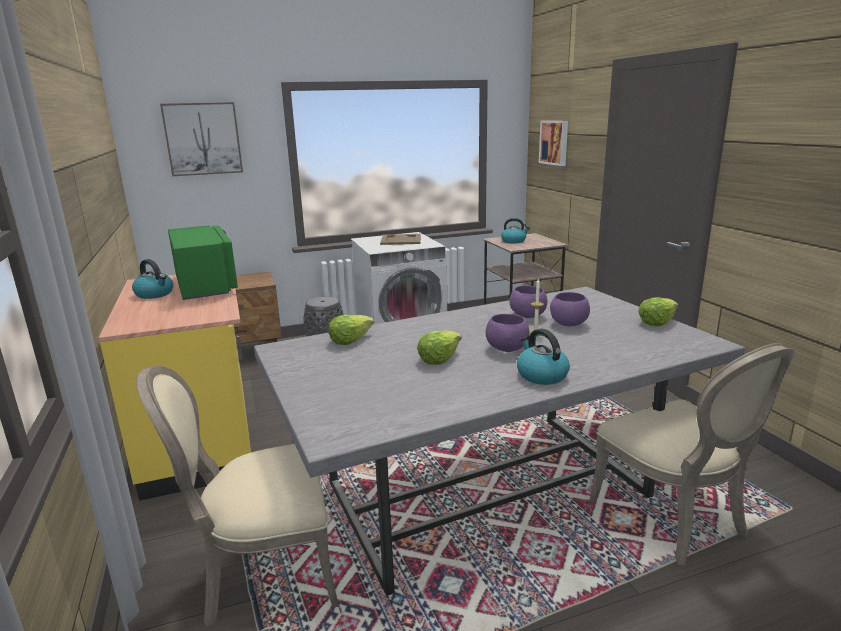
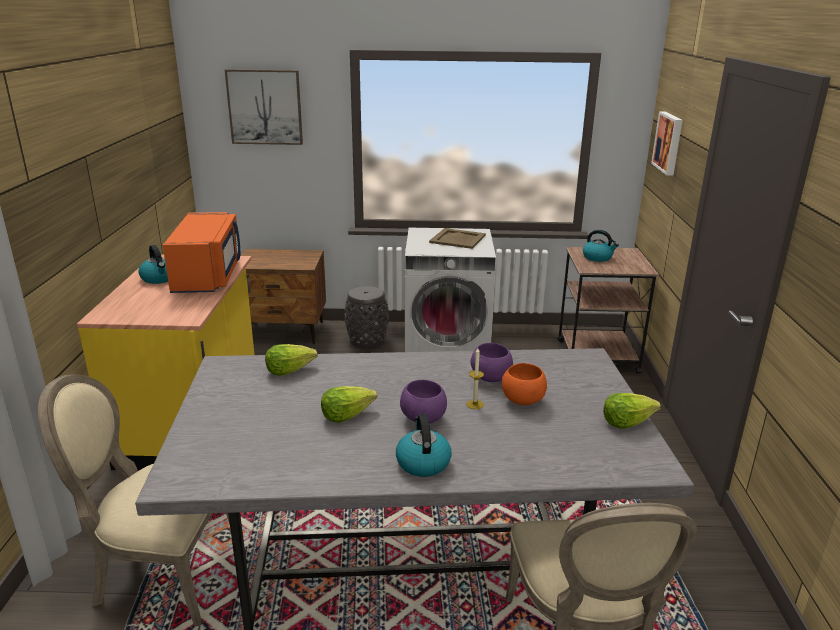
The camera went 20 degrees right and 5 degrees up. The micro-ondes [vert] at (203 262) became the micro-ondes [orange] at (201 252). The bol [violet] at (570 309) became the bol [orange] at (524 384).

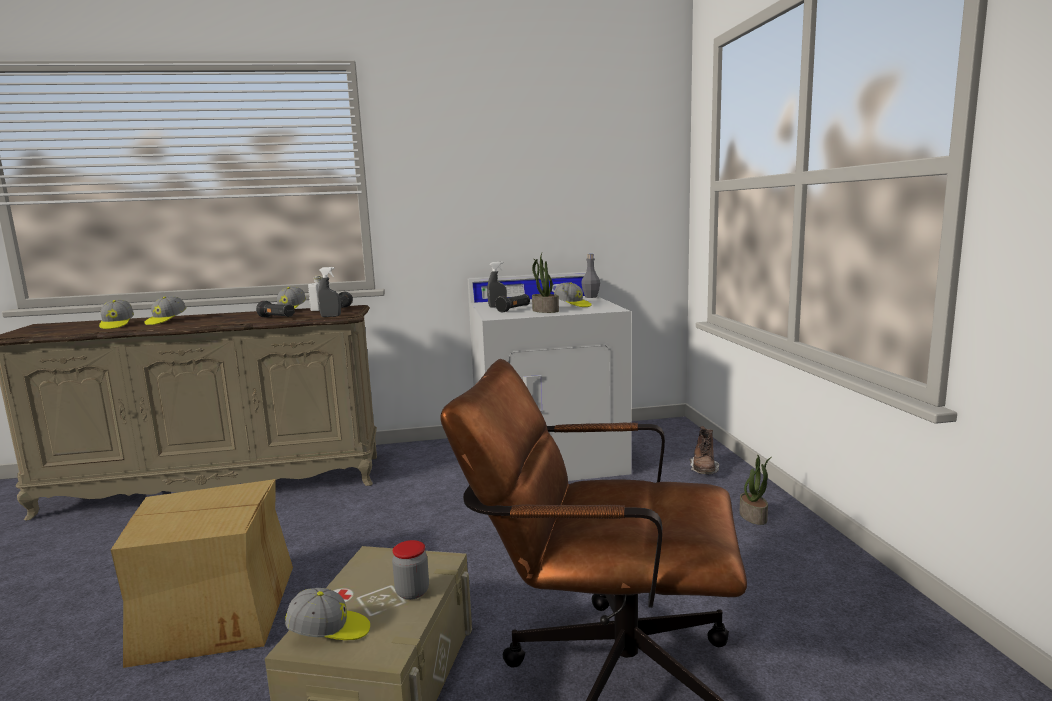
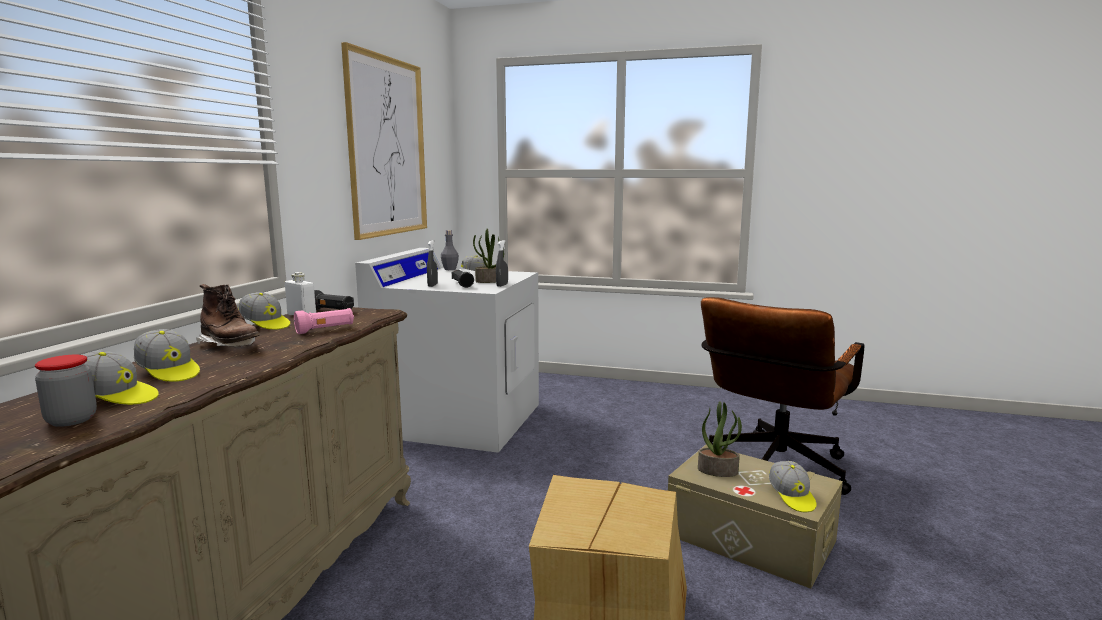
The camera went 65 degrees left and 0 degrees up. The tableau at (384 141) appeared. The vaporisateur [gris] moved from (329 292) to (502 263). The bocal moved from (410 570) to (66 391). The botte [marron] moved from (704 450) to (228 315). The plante en pot moved from (756 489) to (720 439). The lampe de poche [noir] at (275 309) became the lampe de poche [rose] at (324 321). The casquette at (327 614) turned 150 degrees clockwise.

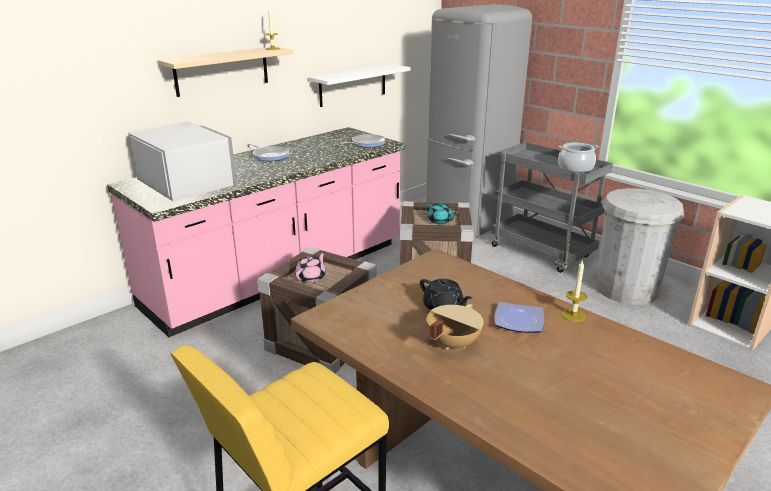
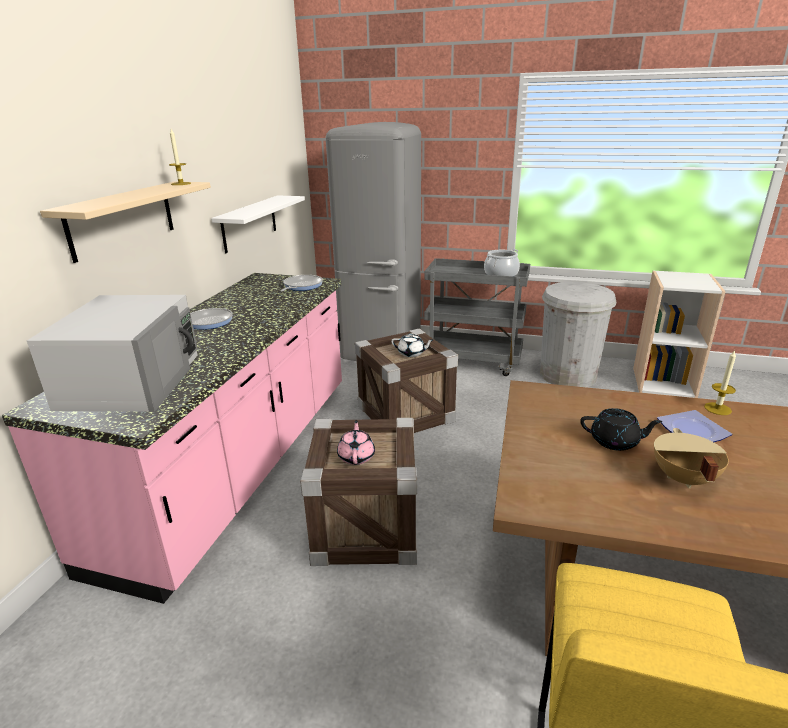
The camera went 30 degrees left and 0 degrees up. The théière [turquoise] at (441 213) became the théière [blanc] at (412 345). The micro-ondes [blanc] at (183 161) turned 75 degrees clockwise.

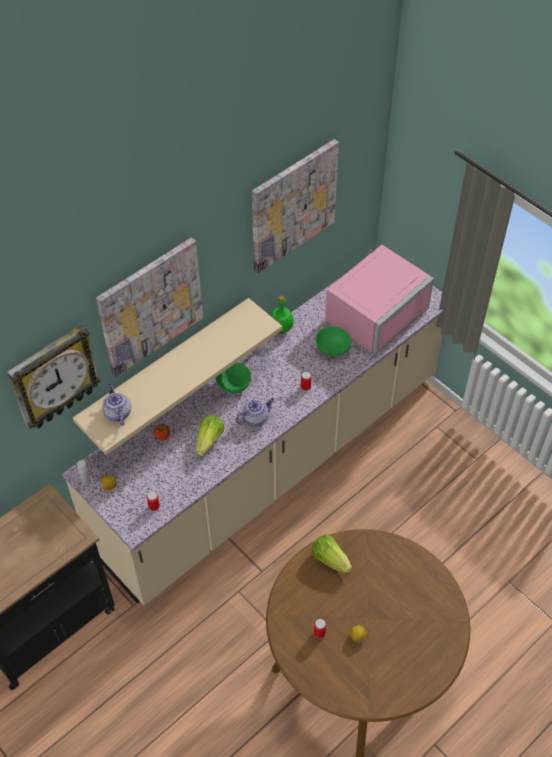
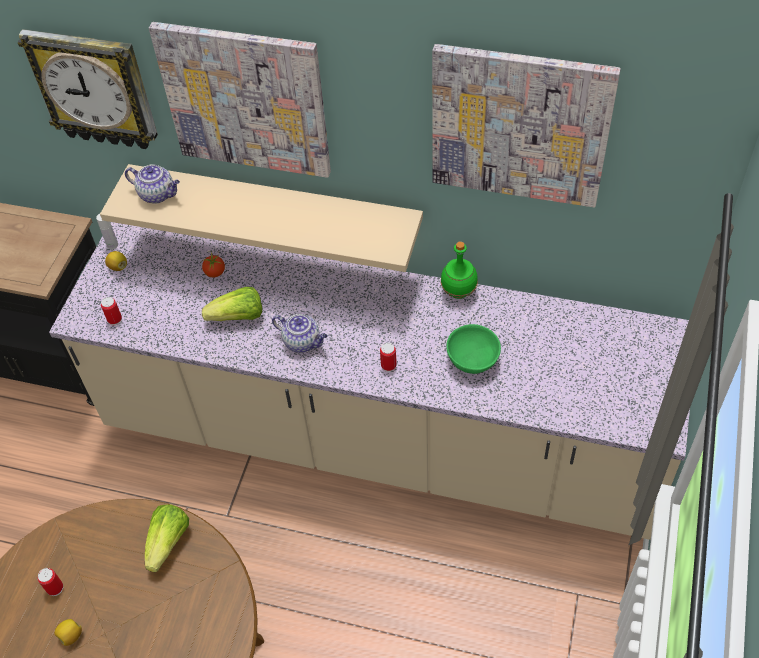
The camera went 60 degrees right and 0 degrees up. The bol [vert] at (233 377) disappeared. The micro-ondes [rose] at (378 300) disappeared. The théière at (116 405) turned 75 degrees clockwise.

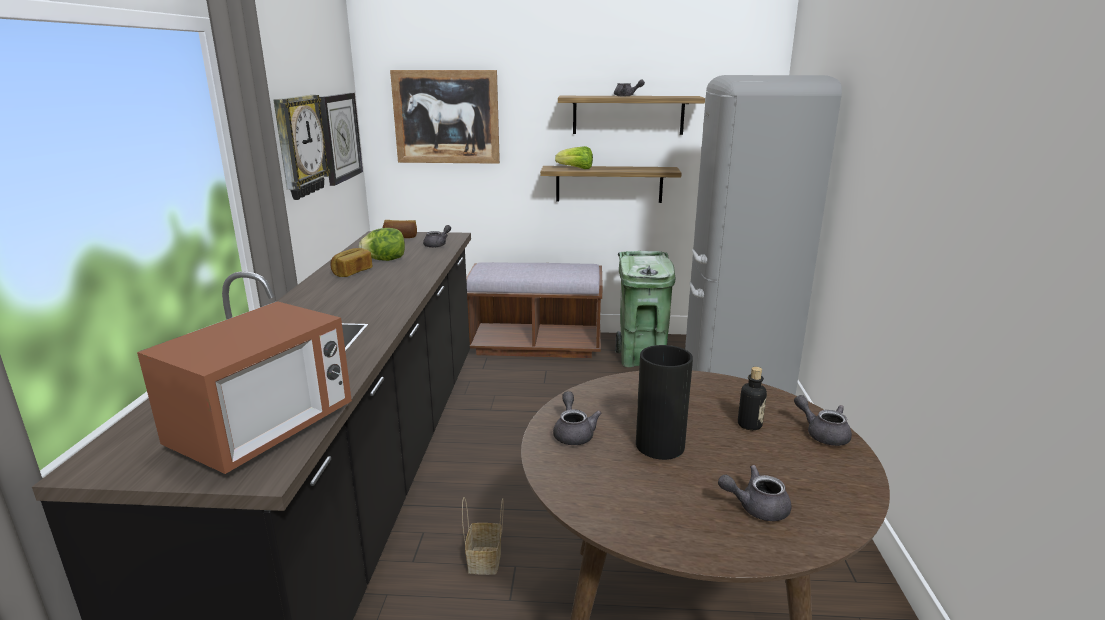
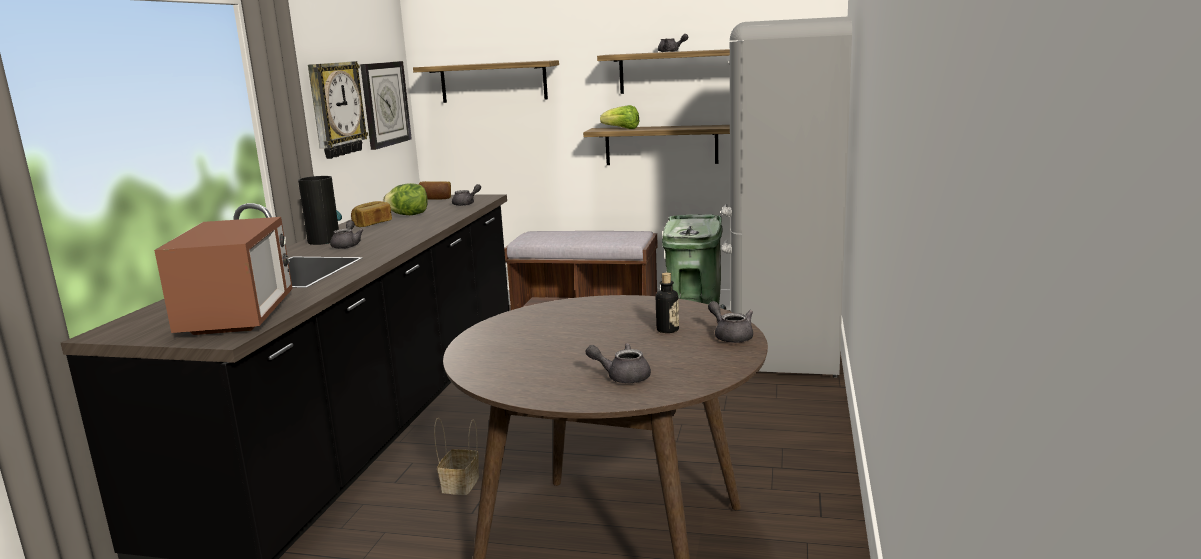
The camera went 10 degrees right and 5 degrees down. The théière [gris] moved from (577 418) to (347 234). The vase moved from (664 402) to (320 210). The tableau at (445 117) was replaced by the étagère at (486 81). The micro-ondes at (244 387) turned 45 degrees counterclockwise.

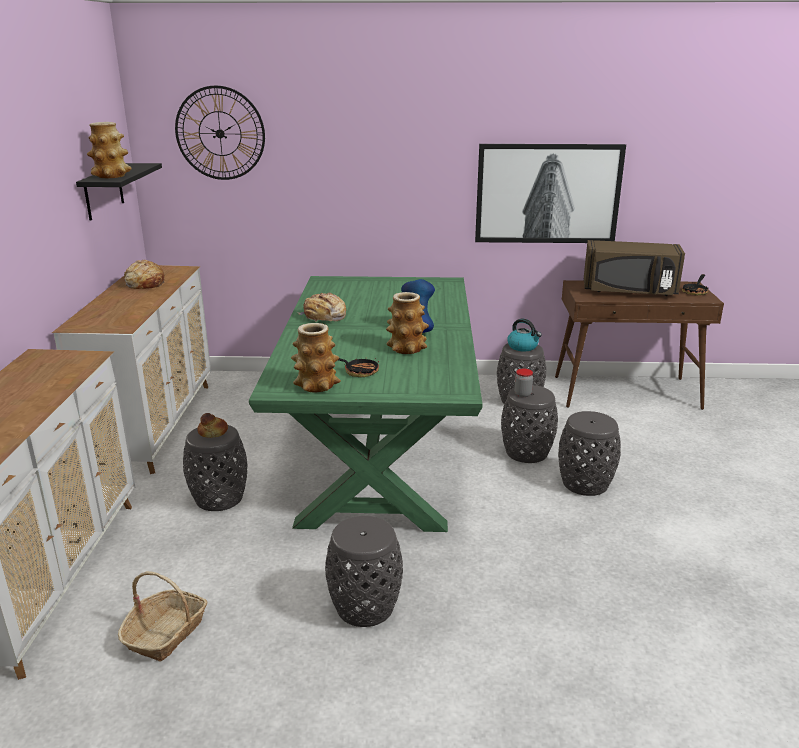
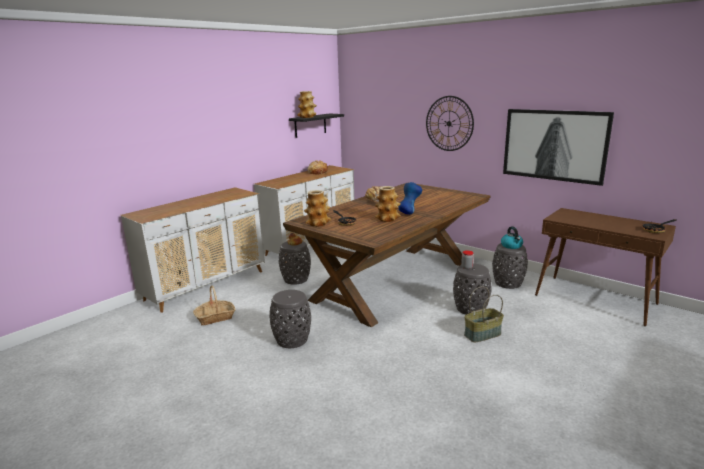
The camera went 40 degrees right and 5 degrees down. The micro-ondes [marron] at (634 268) disappeared. The horloge murale moved from (220 133) to (450 123). The tabouret [gris] at (589 453) was replaced by the panier at (484 314). The table à manger [vert] at (366 404) became the table à manger [marron] at (387 255).

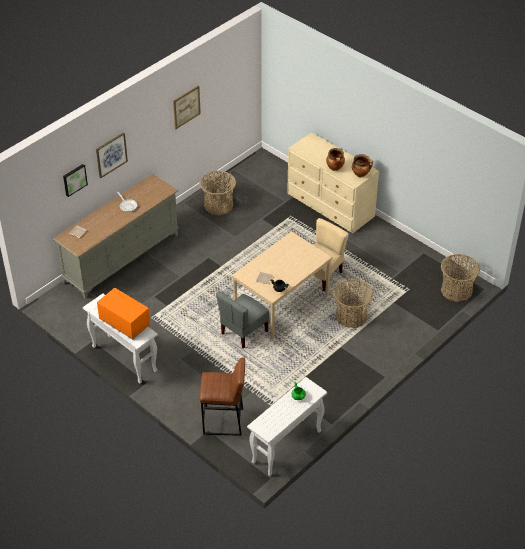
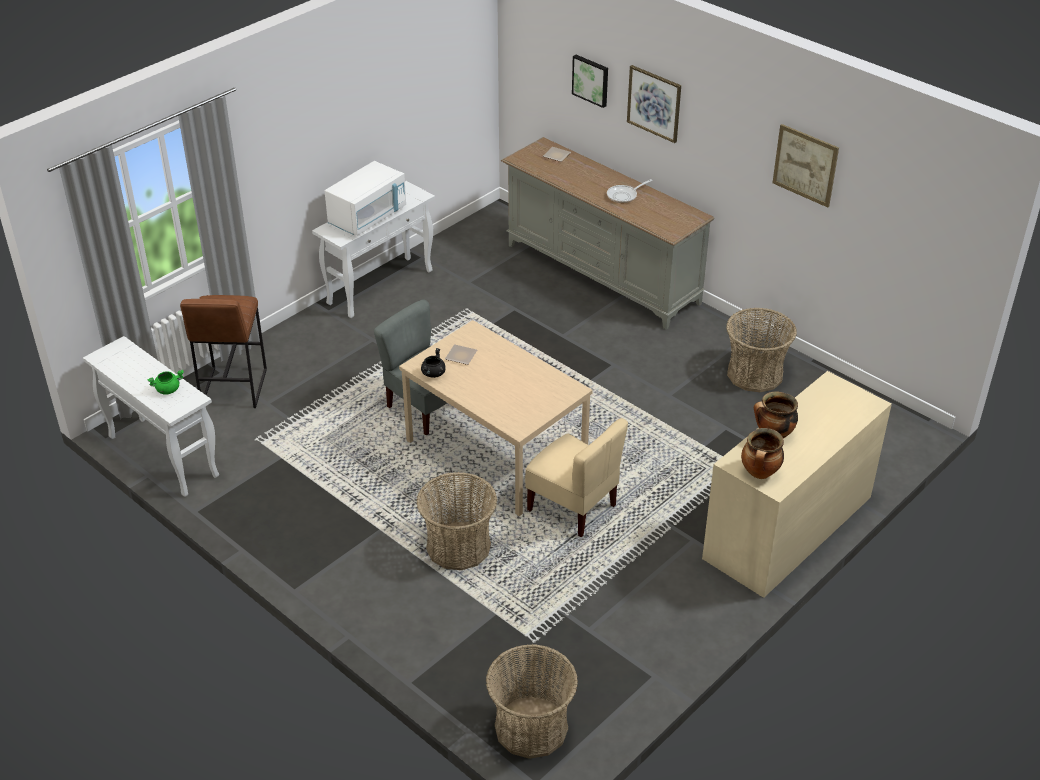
The camera went 90 degrees right and 5 degrees down. The micro-ondes [orange] at (123 313) became the micro-ondes [blanc] at (365 198).

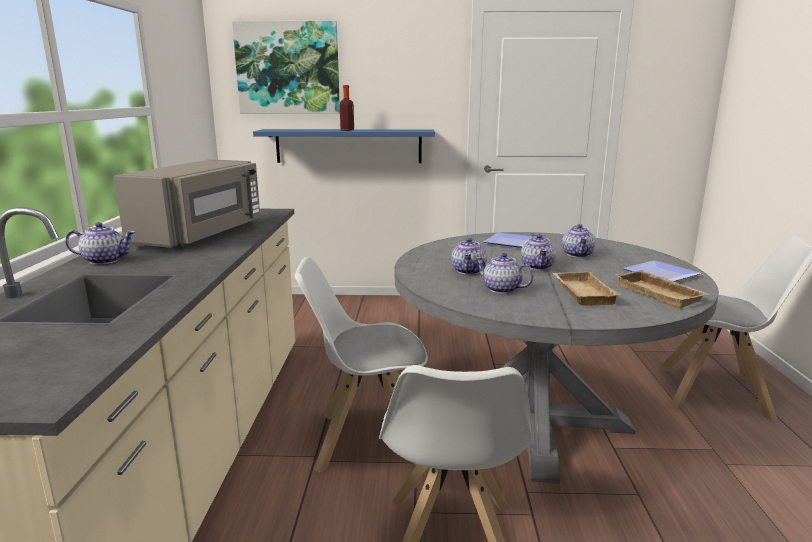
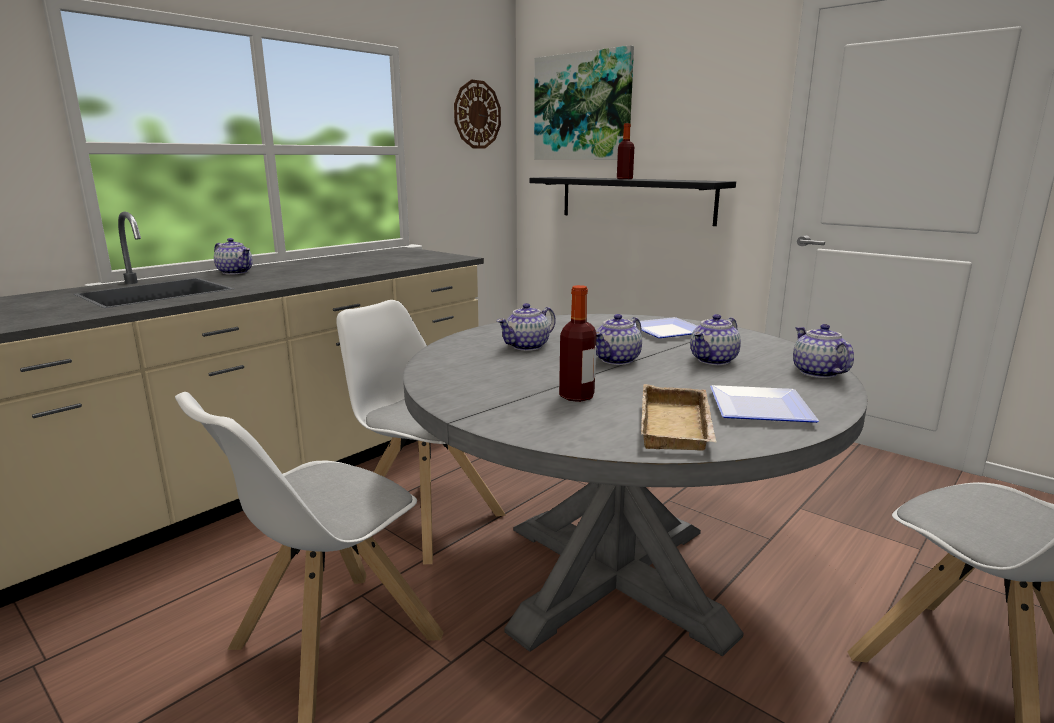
The camera went 40 degrees right and 0 degrees up. The micro-ondes [gris] at (186 203) disappeared. The horloge murale at (477 114) appeared. The théière moved from (504 273) to (823 351). The plateau [beige] at (586 288) was replaced by the bouteille at (578 343). The étagère [bleu] at (344 146) became the étagère [noir] at (633 201).

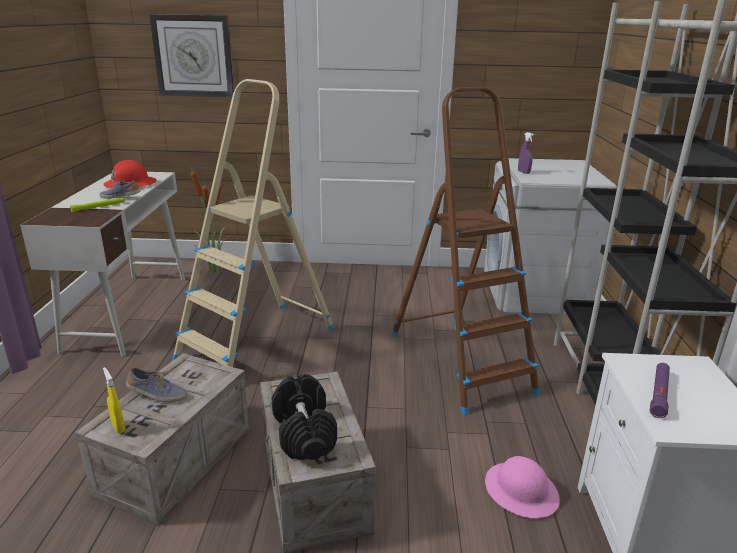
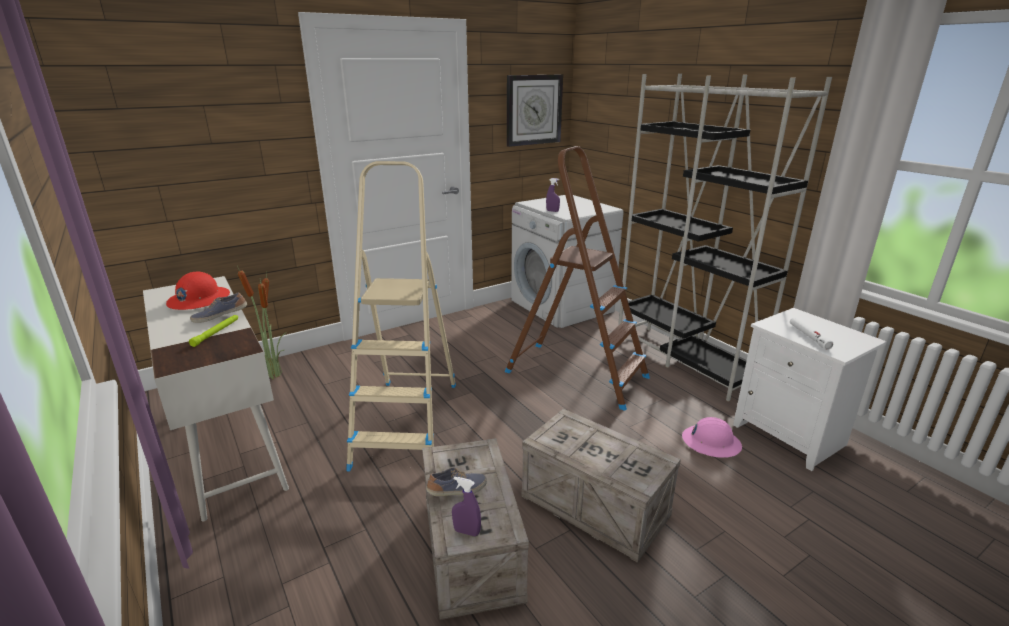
The camera went 35 degrees left and 0 degrees up. The haltère [noir] at (304 417) disappeared. The horloge murale moved from (191 55) to (535 111). The vaporisateur [jaune] at (114 400) became the vaporisateur [violet] at (466 506). The lampe de poche [violet] at (660 390) became the lampe de poche [blanc] at (811 334).

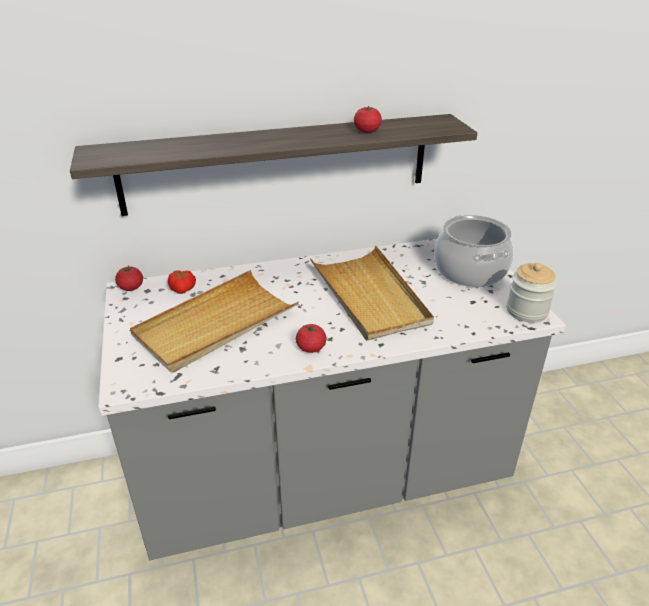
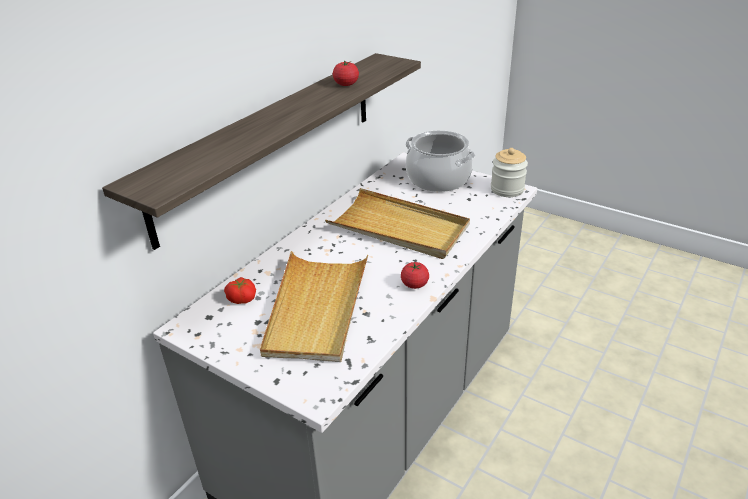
The camera went 40 degrees left and 0 degrees up. The tomate at (129 278) disappeared.

